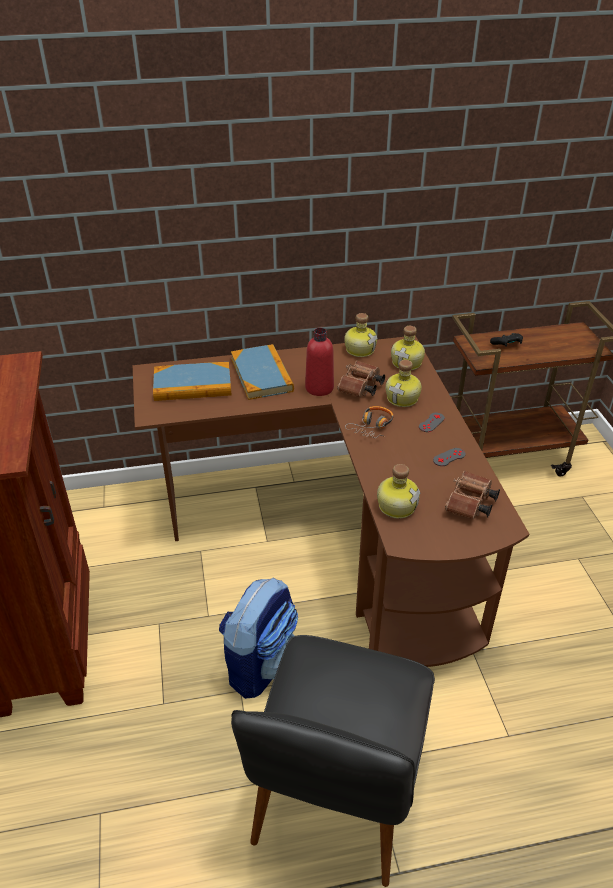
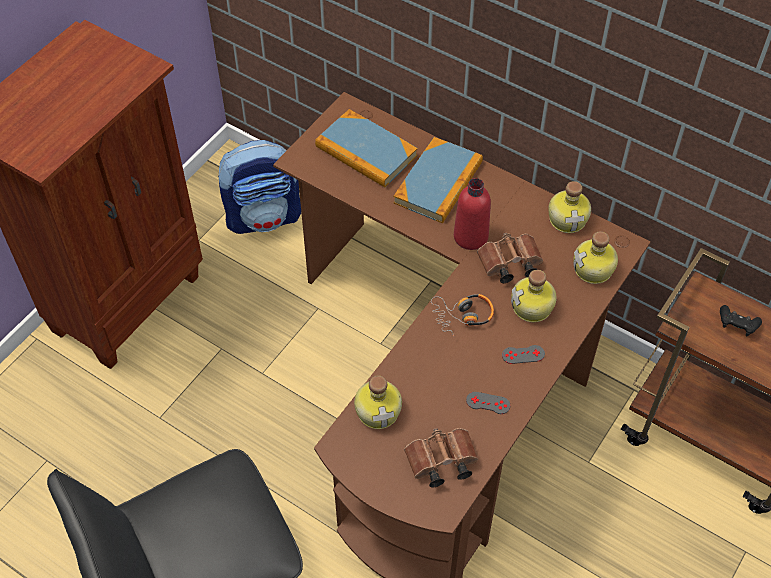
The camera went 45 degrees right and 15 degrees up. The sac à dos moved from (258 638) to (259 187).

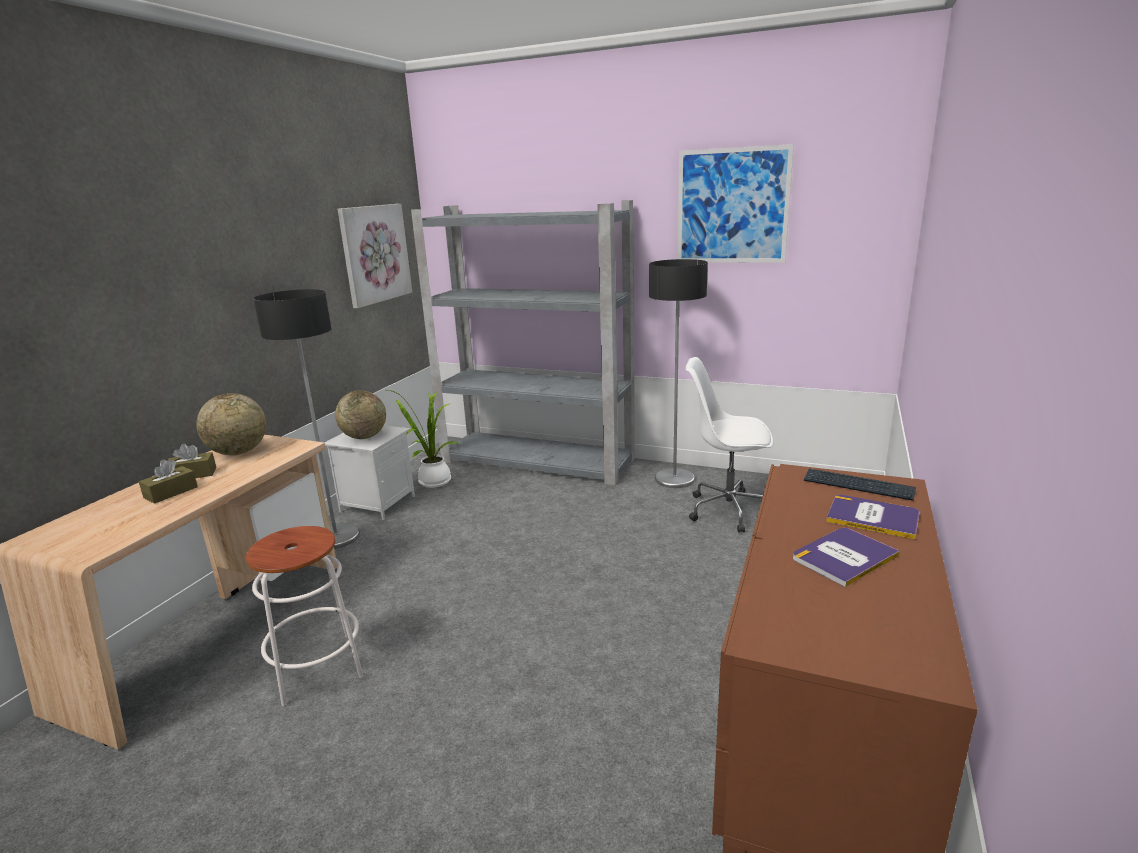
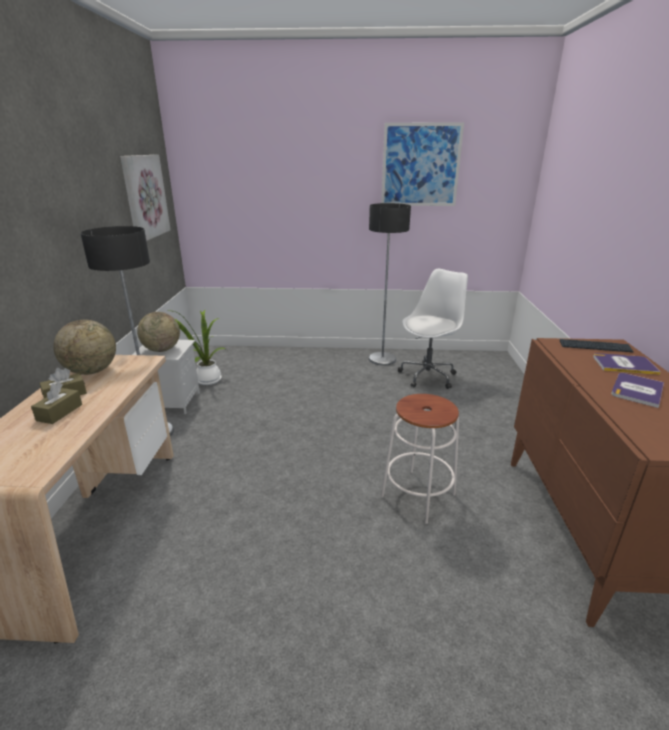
The camera went 20 degrees left and 5 degrees up. The bibliothèque [gris] at (523 343) disappeared. The tabouret [blanc] moved from (305 616) to (420 459). The chaise de bureau [blanc] at (729 445) turned 135 degrees clockwise.

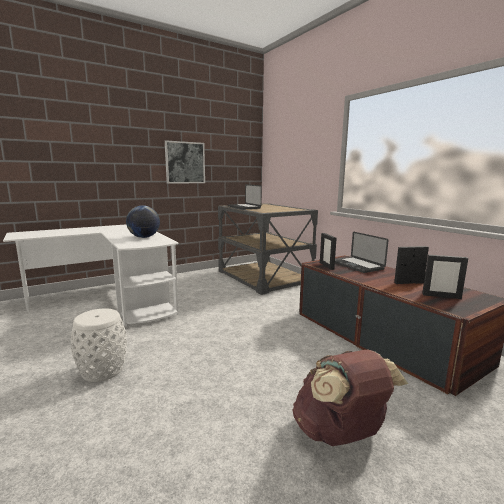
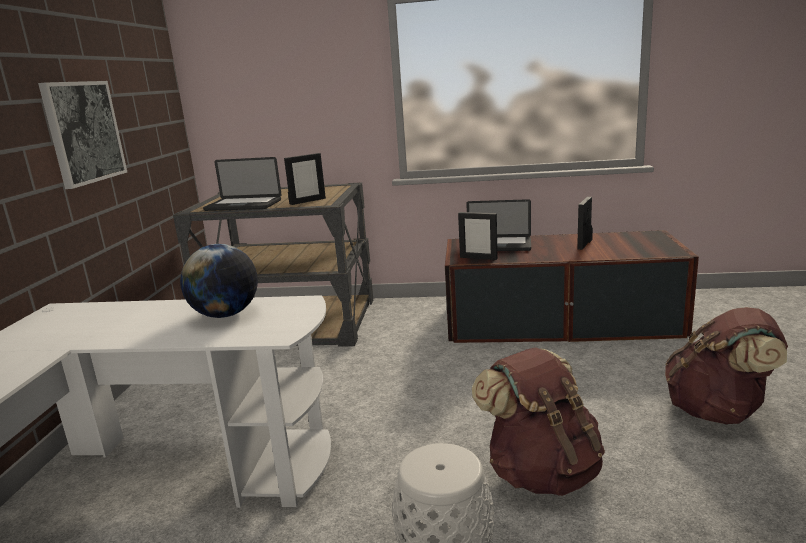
The camera went 50 degrees left and 5 degrees up. The sac à dos [marron] at (538 421) appeared. The cadre photo moved from (445 277) to (305 179).

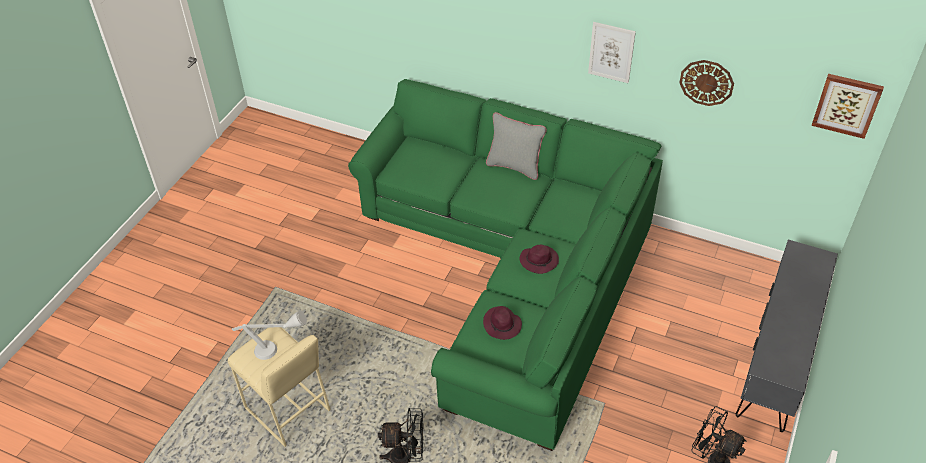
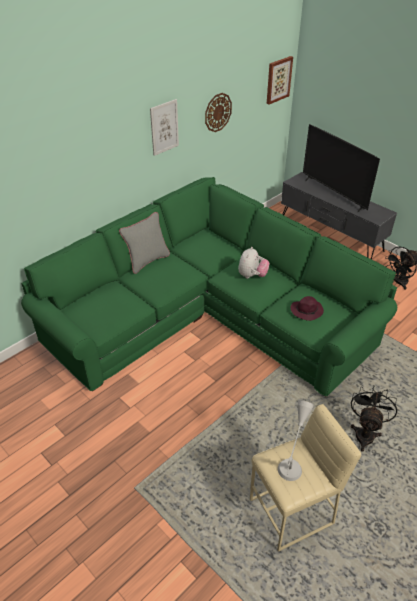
The camera went 70 degrees left and 5 degrees down. The téléviseur at (341 168) appeared. The chapeau [violet] at (539 259) was replaced by the peluche at (254 262).

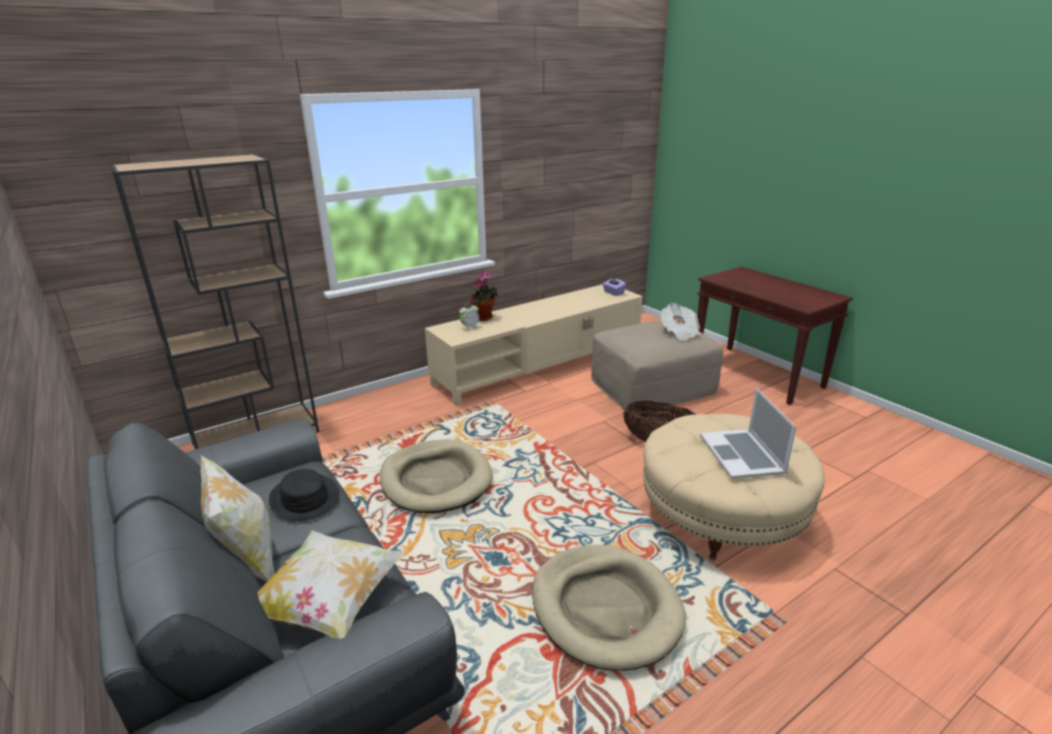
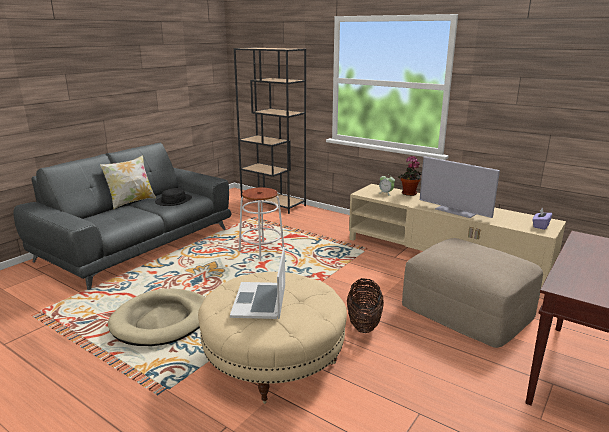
The camera went 70 degrees right and 5 degrees down. The coussin at (331 584) disappeared. The journal at (680 322) disappeared. The téléviseur at (460 187) appeared. The panier pour chien [beige] at (436 476) was replaced by the tabouret [blanc] at (261 224). The ordinateur portable at (748 433) turned 60 degrees counterclockwise.

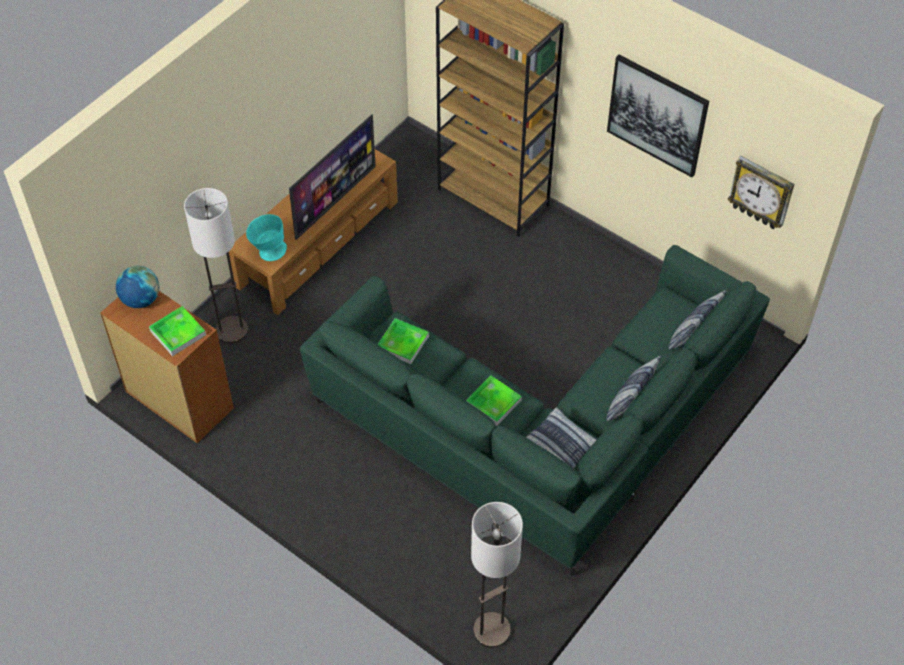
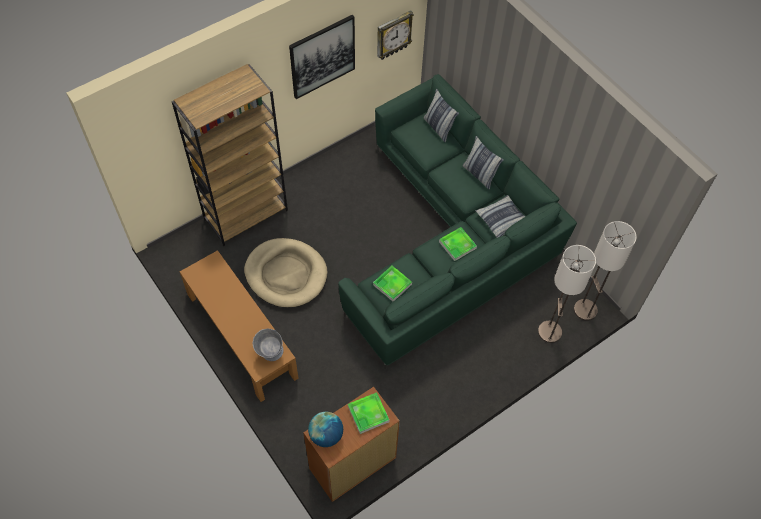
The camera went 75 degrees left and 5 degrees up. The téléviseur at (332 177) disappeared. The panier pour chien [beige] at (286 273) appeared. The lampadaire moved from (216 266) to (567 294). The bol [turquoise] at (266 237) became the bol [gris] at (268 345).

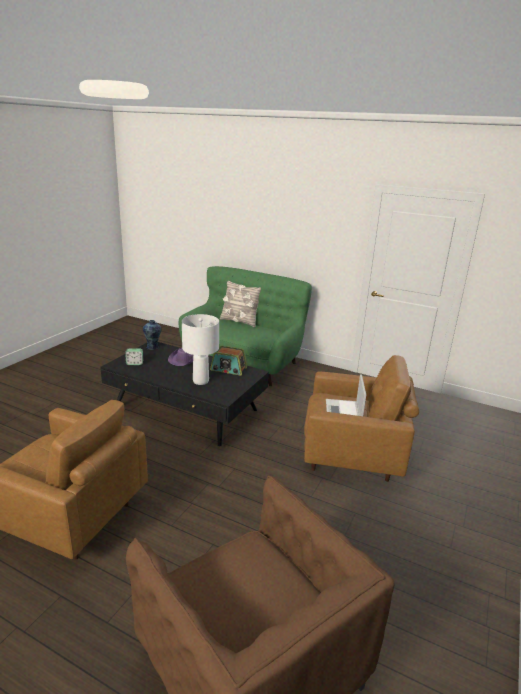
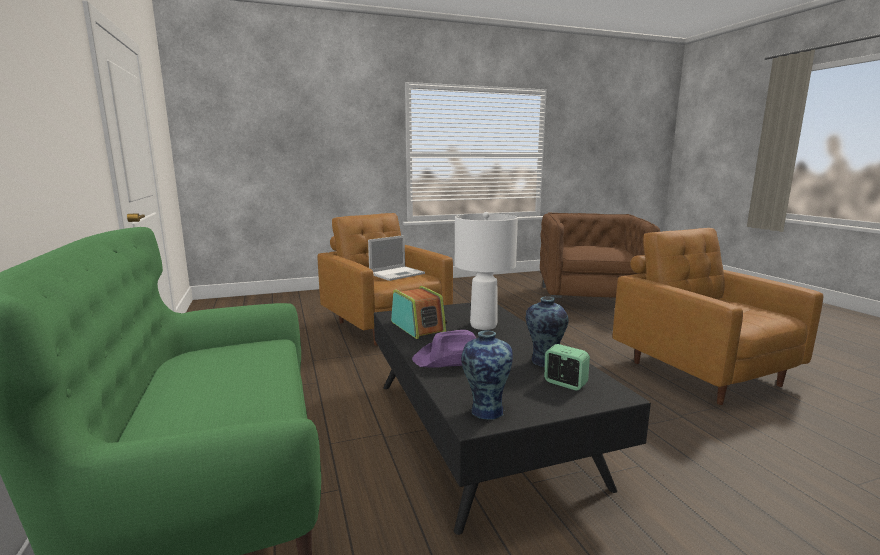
The camera went 135 degrees left and 10 degrees down. The coussin [beige] at (240 304) disappeared. The vase at (547 332) appeared.

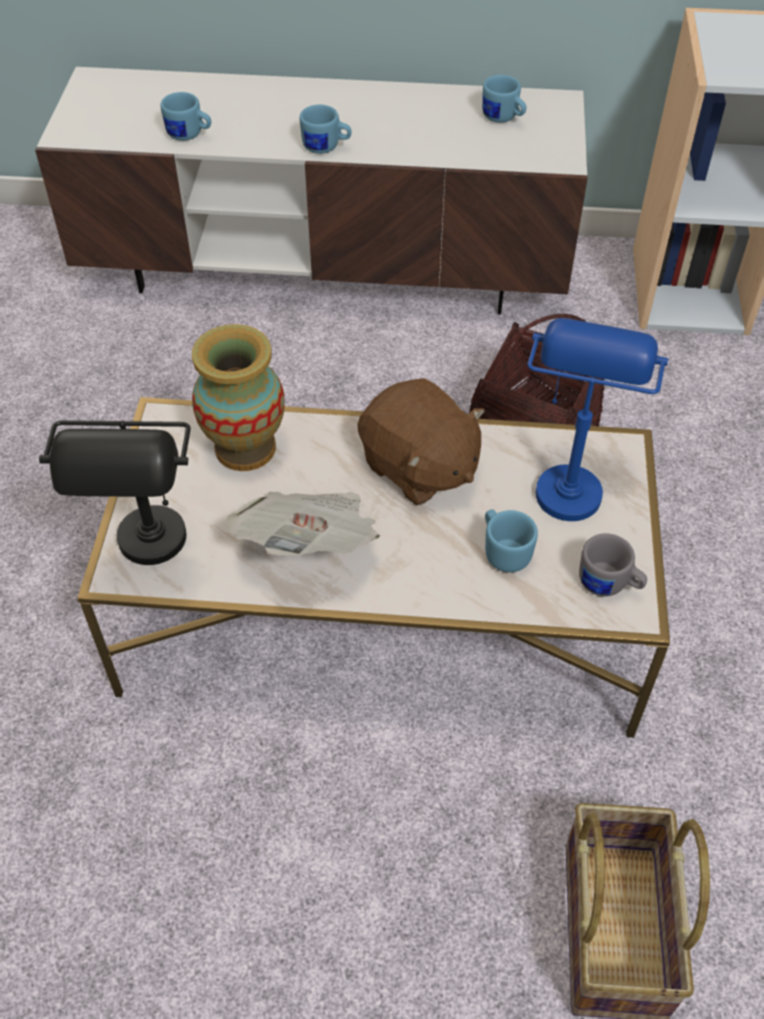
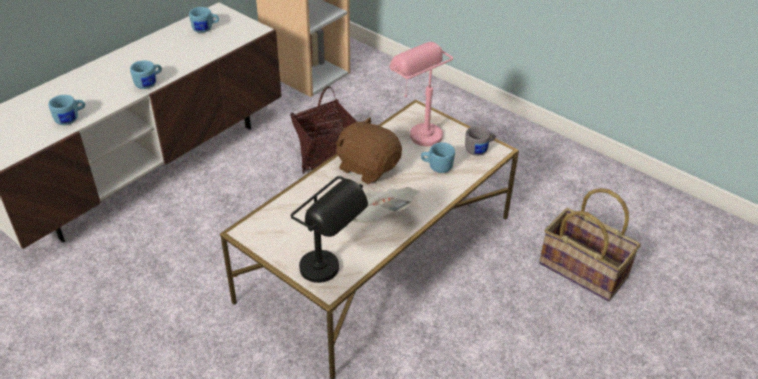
The camera went 55 degrees left and 10 degrees down. The vase at (238 397) disappeared. The lampe de table [bleu] at (598 419) became the lampe de table [rose] at (421 94). The peluche [marron] at (421 442) turned 135 degrees counterclockwise.

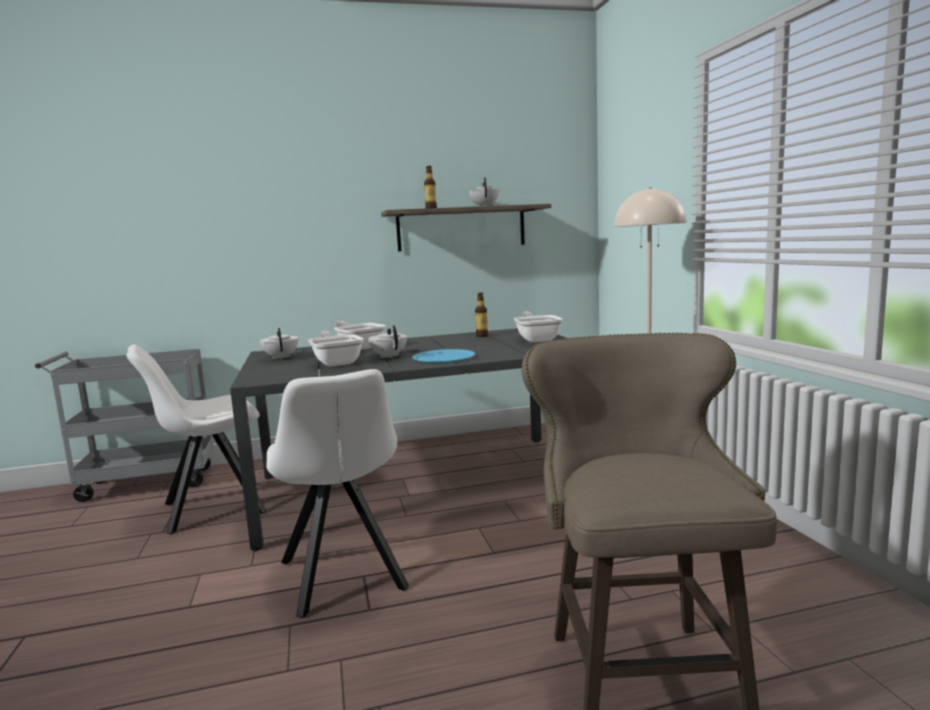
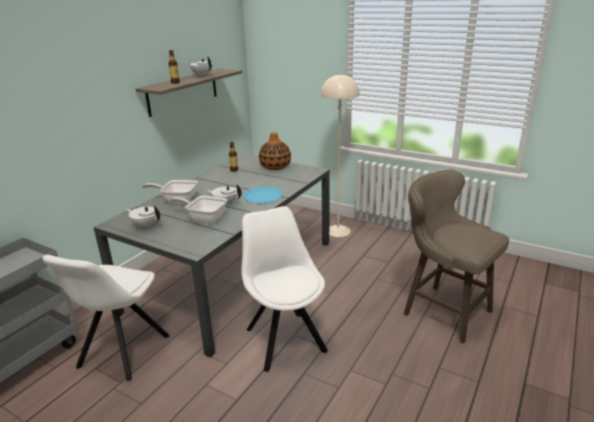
The camera went 45 degrees left and 15 degrees up. The poêle at (538 326) was replaced by the vase at (275 151). The chaise [blanc] at (337 493) turned 135 degrees counterclockwise.

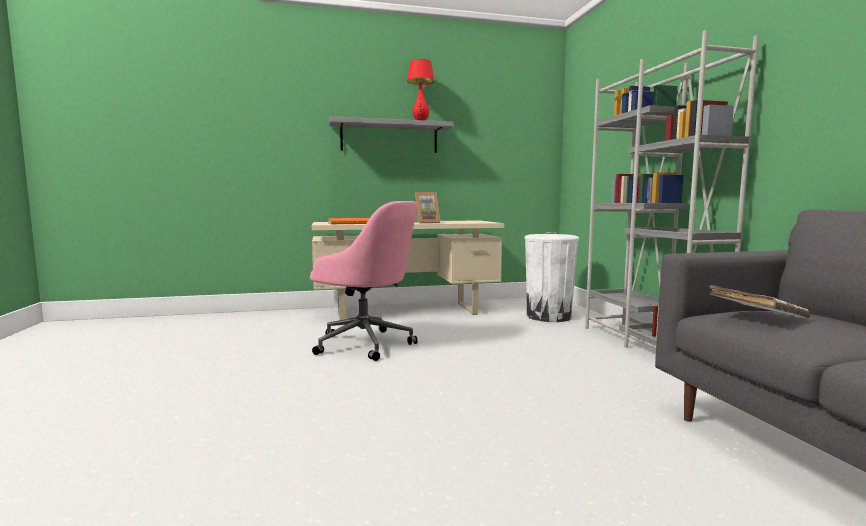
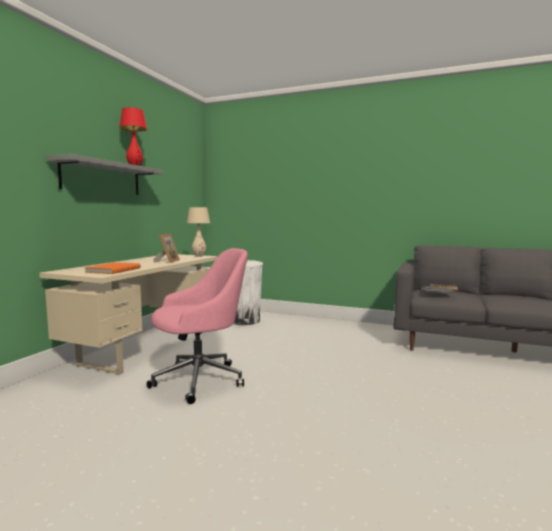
The camera went 55 degrees left and 0 degrees up. The bibliothèque [gris] at (672 189) disappeared. The lampe de table [beige] at (198 232) appeared.

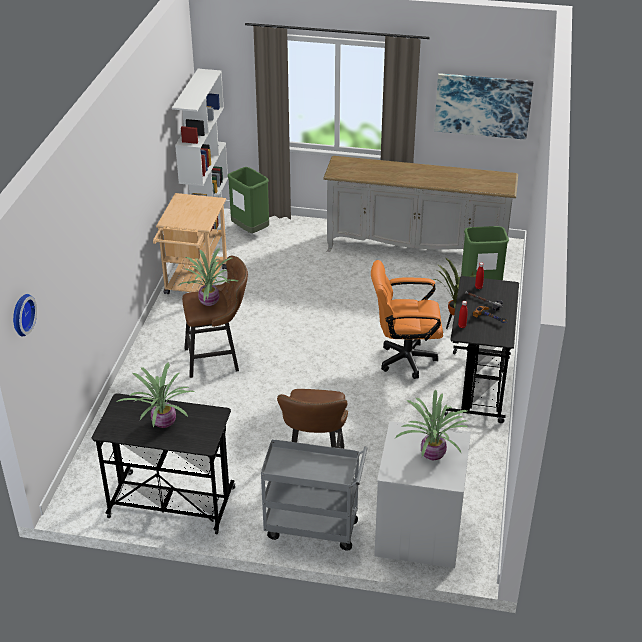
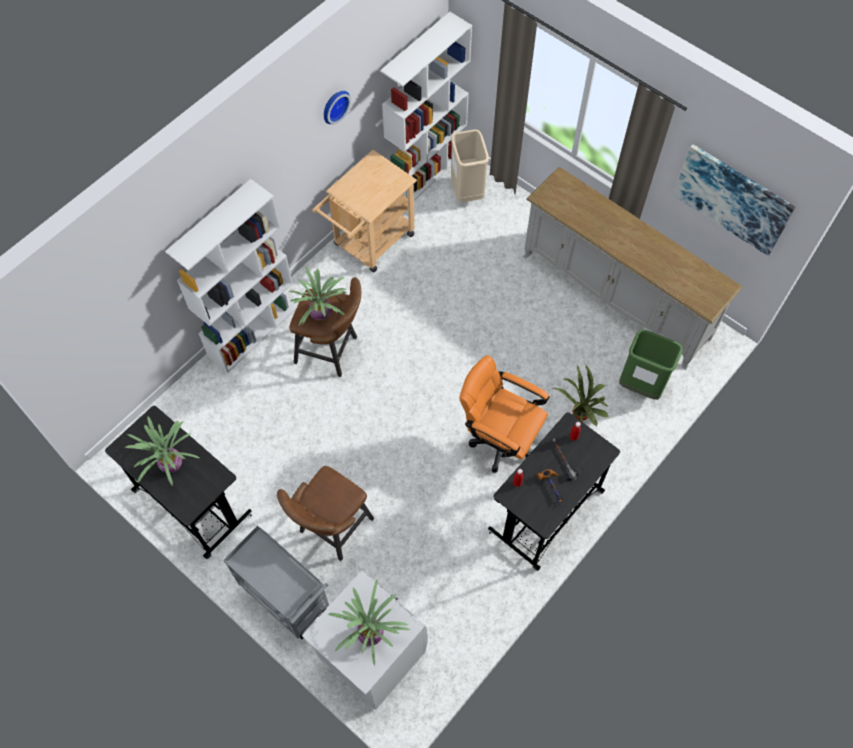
The camera went 30 degrees right and 25 degrees up. The bibliothèque [blanc] at (231 276) appeared. The horloge murale moved from (25 315) to (337 107). The poubelle [vert] at (248 200) became the poubelle [beige] at (470 165).

